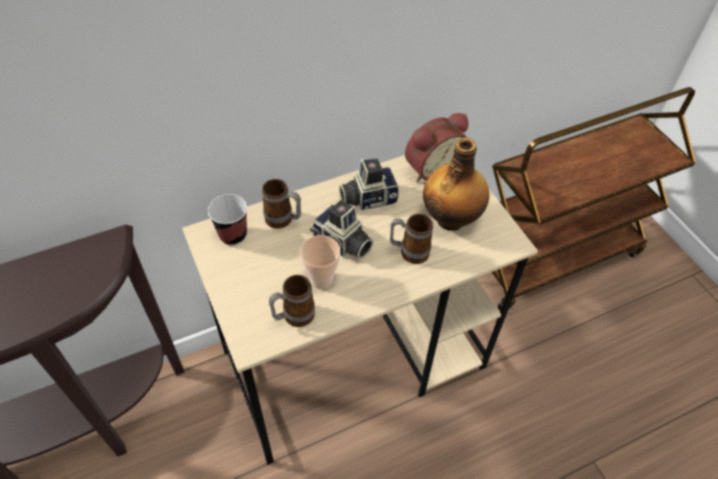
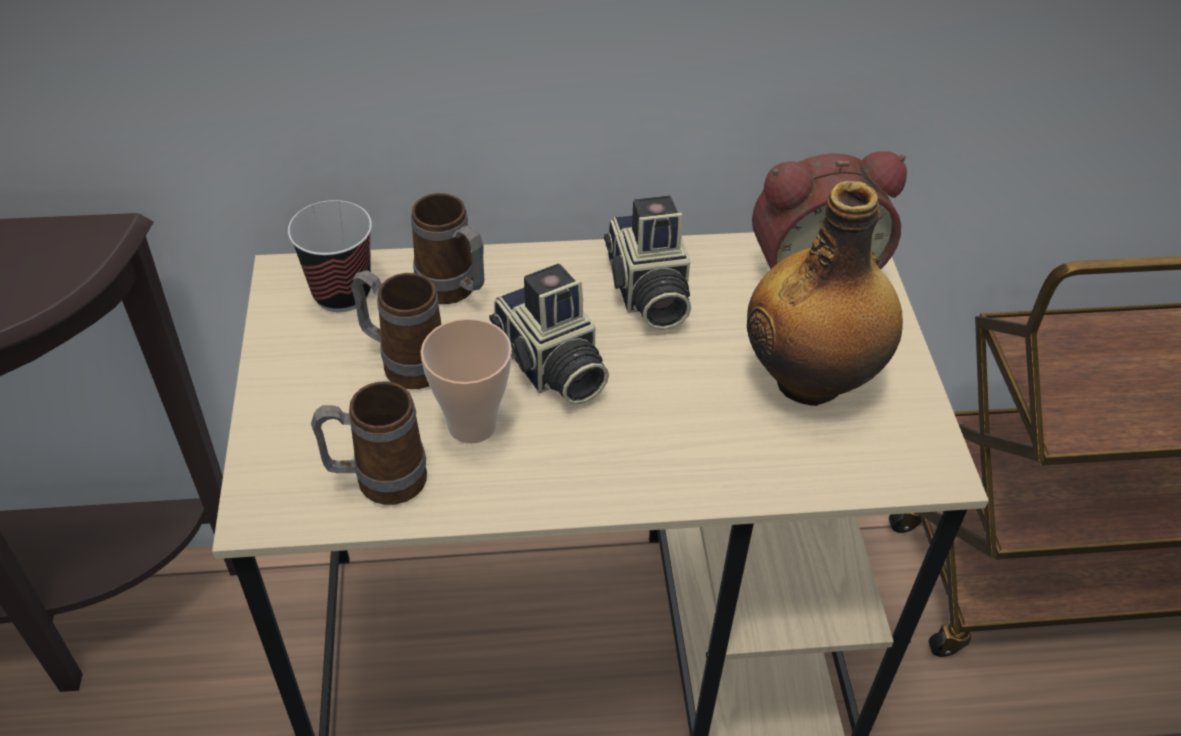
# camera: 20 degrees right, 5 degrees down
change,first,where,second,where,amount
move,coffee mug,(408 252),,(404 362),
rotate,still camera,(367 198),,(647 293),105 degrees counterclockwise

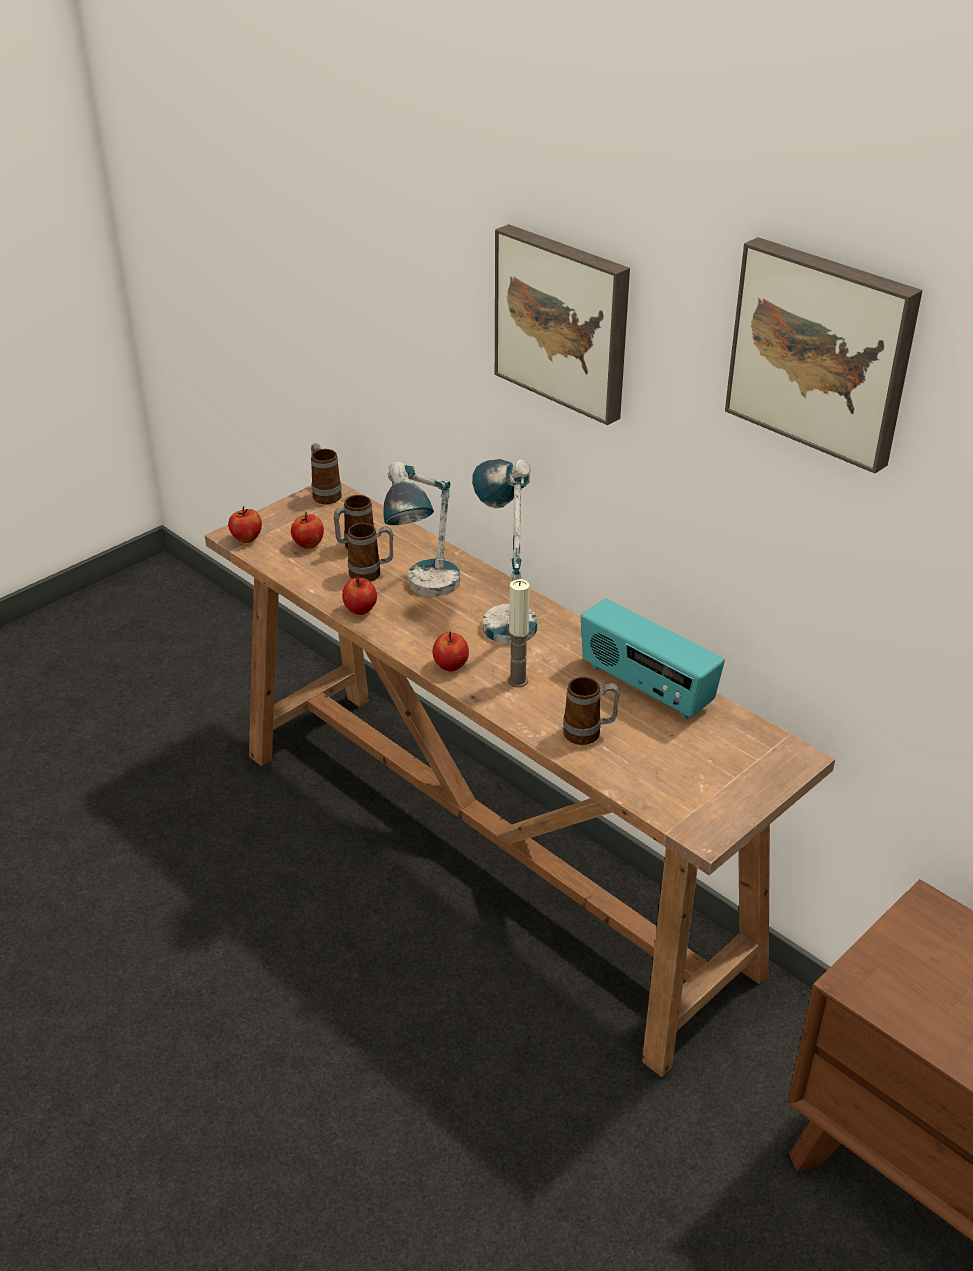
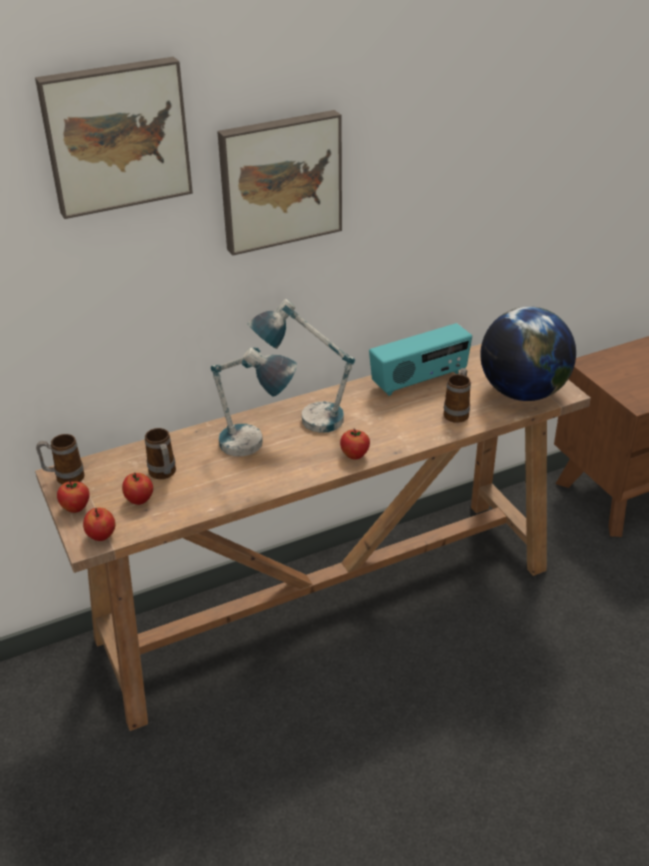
# camera: 70 degrees left, 0 degrees up
change,first,where,second,where,amount
move,wall picture,(823 351),,(116 136),
move,apple fruit,(360 610),,(76 508),
insert,,,desk globe,(523 392),
delete,coffee mug,(371 574),,,
delete,wax candle,(518 680),,,

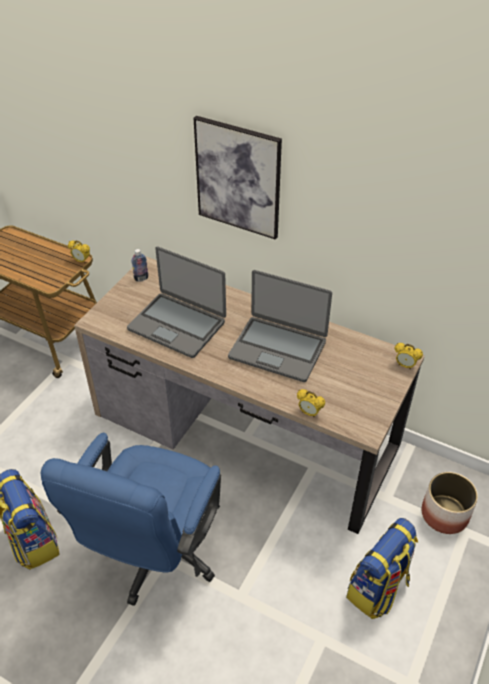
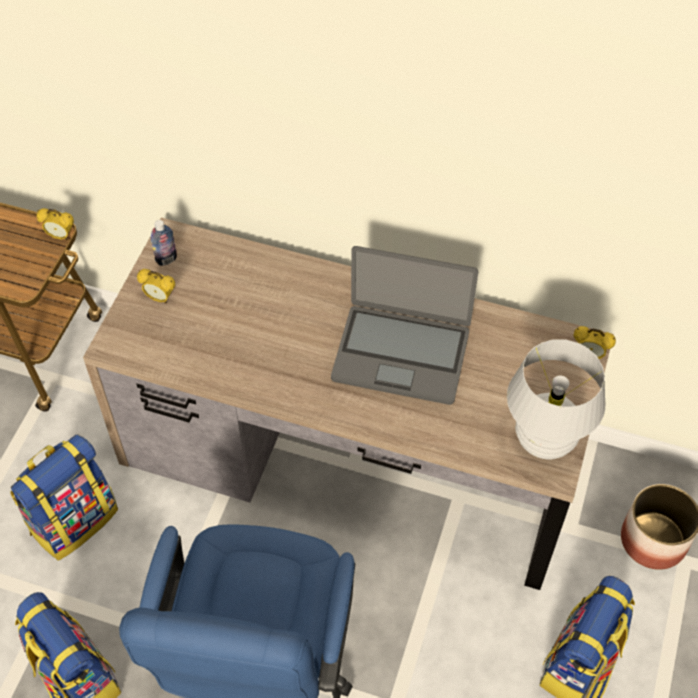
# camera: 10 degrees left, 10 degrees up
change,first,where,second,where,amount
insert,,,backpack,(74 520),
move,table clock,(309 413),,(160 298),
insert,,,tabletop lamp/white,(544 440),
delete,portable computer,(177 325),,,
delete,wall picture,(238 178),,,

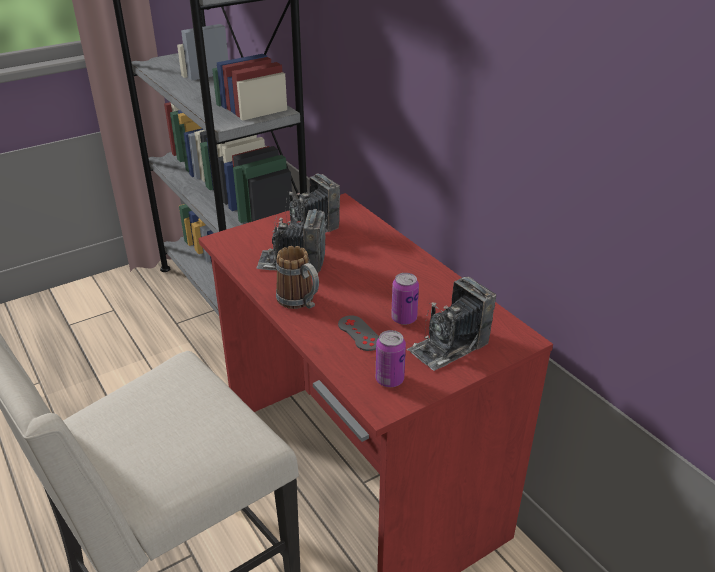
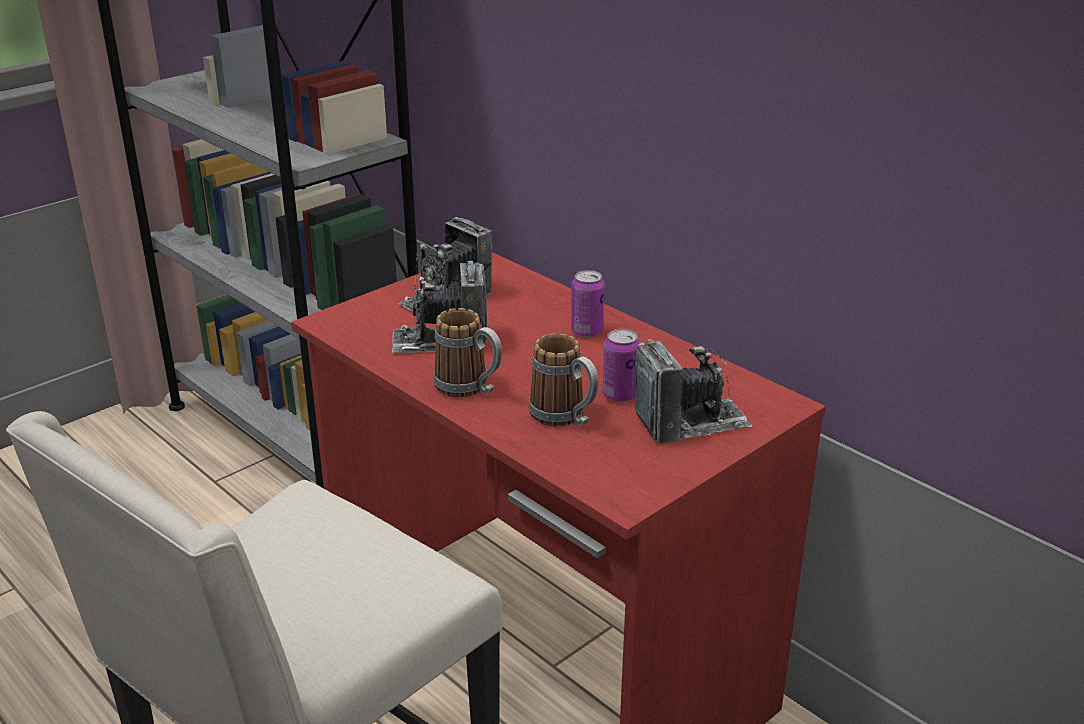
# camera: 10 degrees left, 5 degrees down
change,first,where,second,where,amount
replace,game controller/gray,(359 333),coffee mug,(565 418),
move,sealed can,(389 380),,(587 331),
rotate,still camera,(449 346),,(691 421),150 degrees counterclockwise

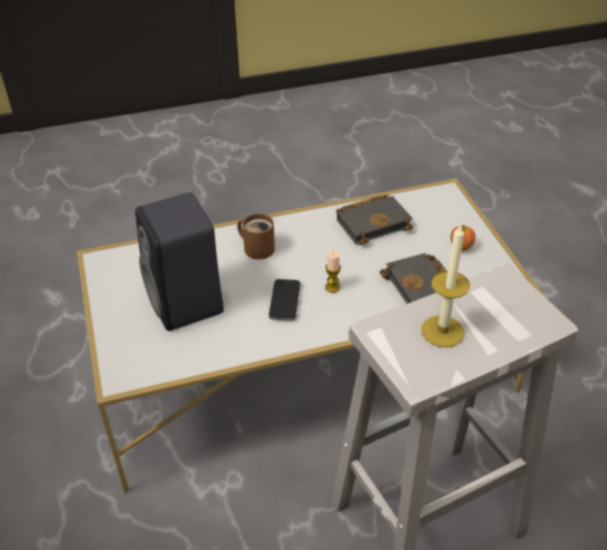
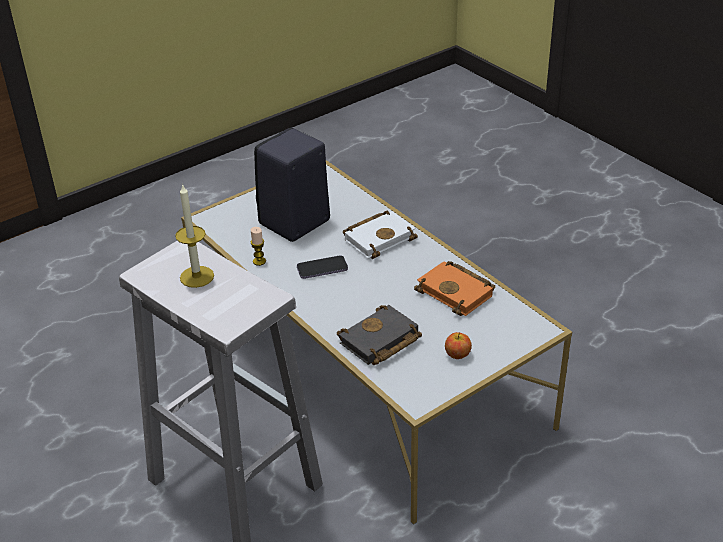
# camera: 70 degrees right, 5 degrees down
change,first,where,second,where,amount
move,wax candle,(332 287),,(259 261),
replace,coffee mug/brown-coloured,(257 247),bound book/white,(379 237),
recolor,bound book/blackish,(374 222),bound book/orange,(457 292),

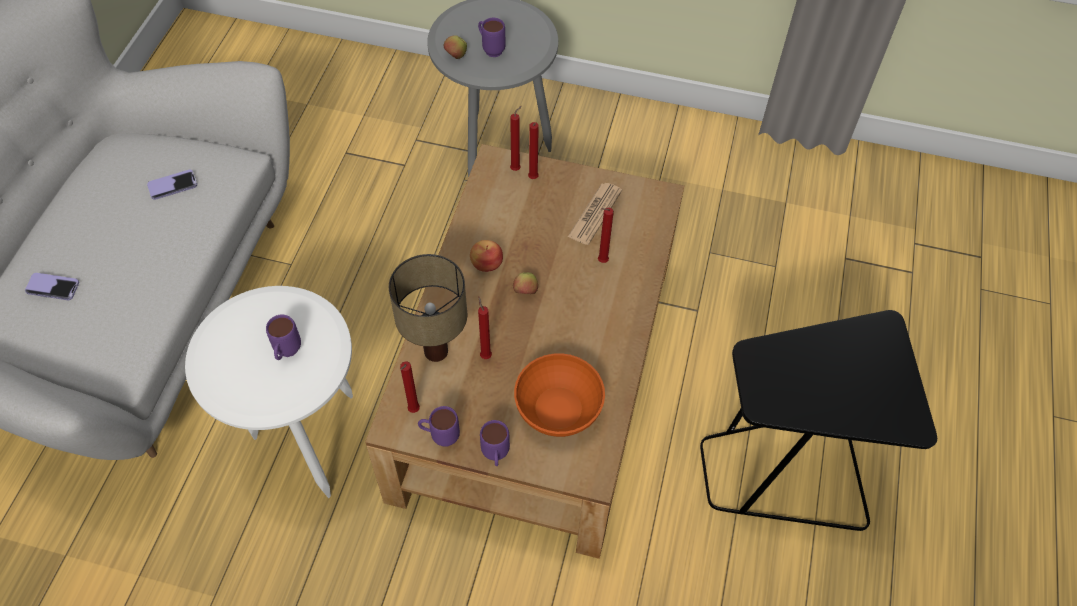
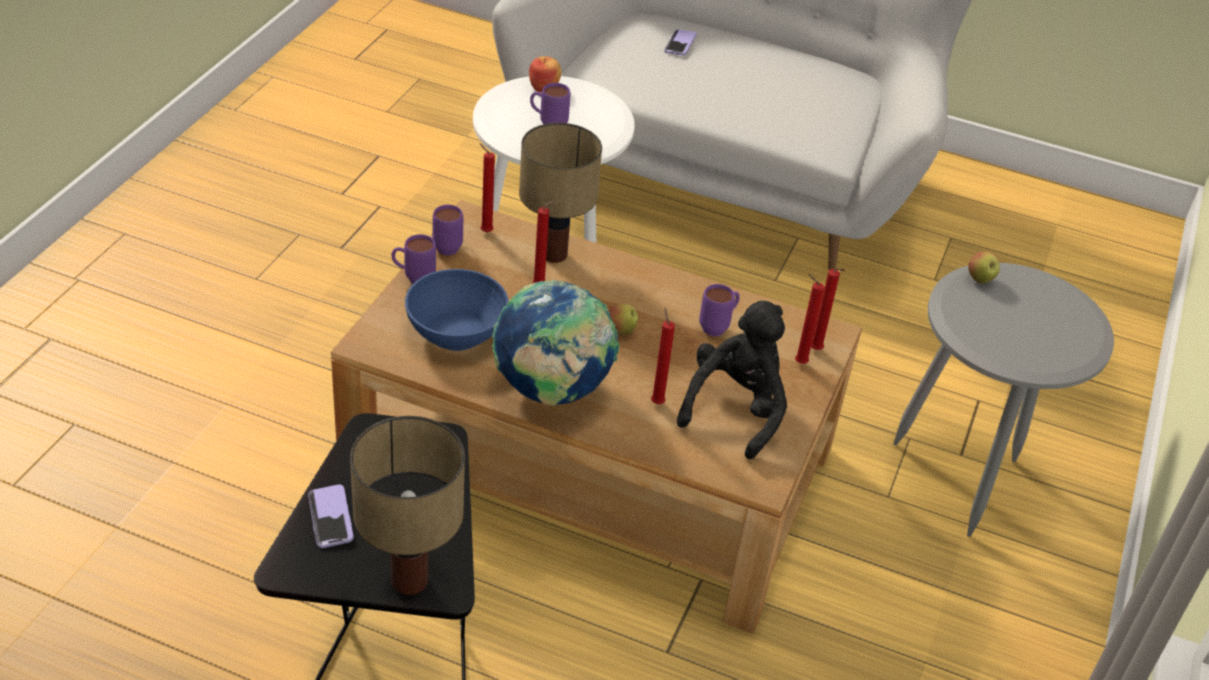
# camera: 95 degrees right, 15 degrees down
change,first,where,second,where,amount
move,handset,(173 185),,(330 518),
insert,,,tabletop lamp,(411 580),
recolor,bowl/orange,(557 409),bowl/blue,(455 331),
insert,,,desk globe,(551 391),
move,apple fruit,(486 263),,(544 87),
replace,daily paper,(595 214),plush toy/blackish,(735 410),
move,coffee mug/purplish,(490 49),,(718 327),

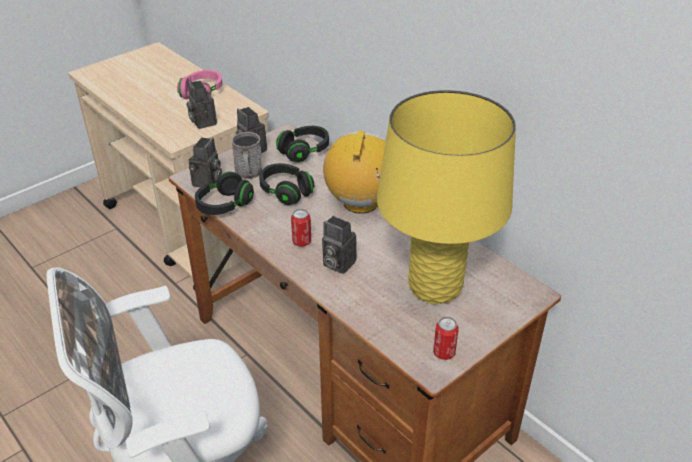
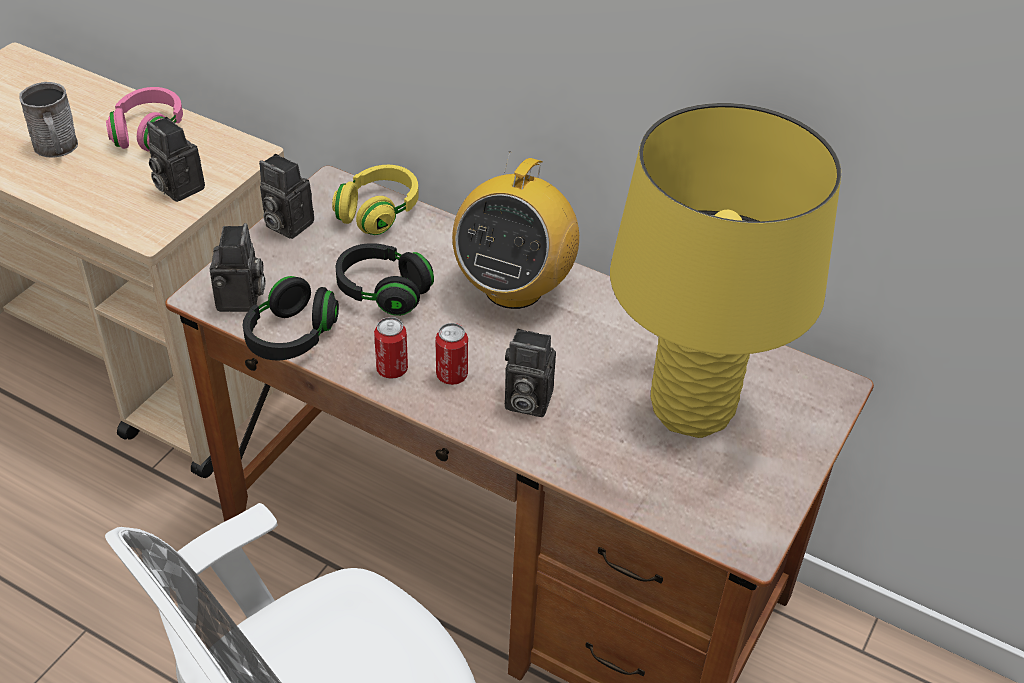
# camera: 20 degrees left, 5 degrees up
change,first,where,second,where,amount
move,coffee mug/gray,(249 173),,(57 148),
recolor,pair of headphones/blackish,(304 152),pair of headphones/yellowish,(378 212),
move,sealed can,(444 353),,(392 369),
rotate,radio set,(361 203),,(513 288),150 degrees counterclockwise

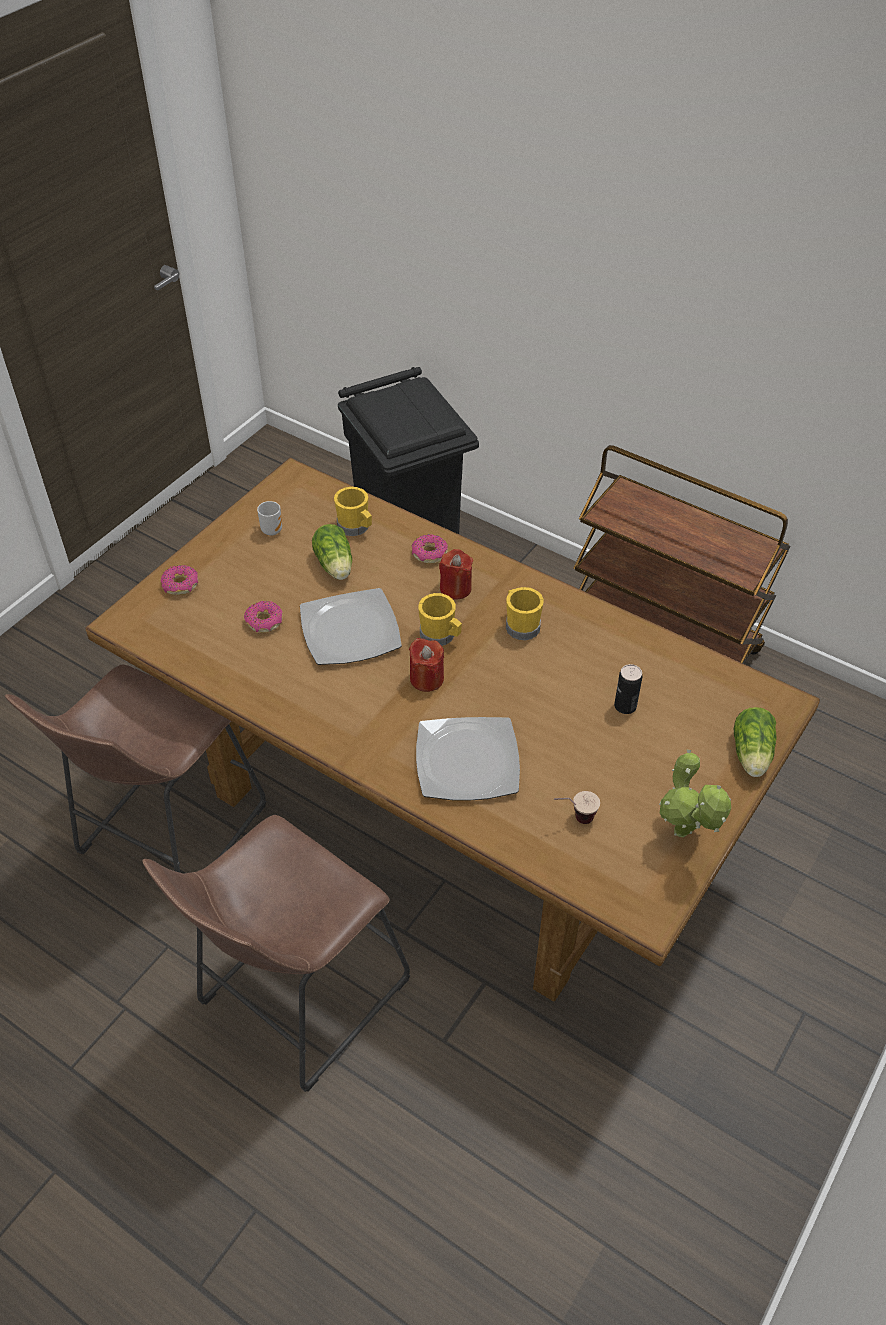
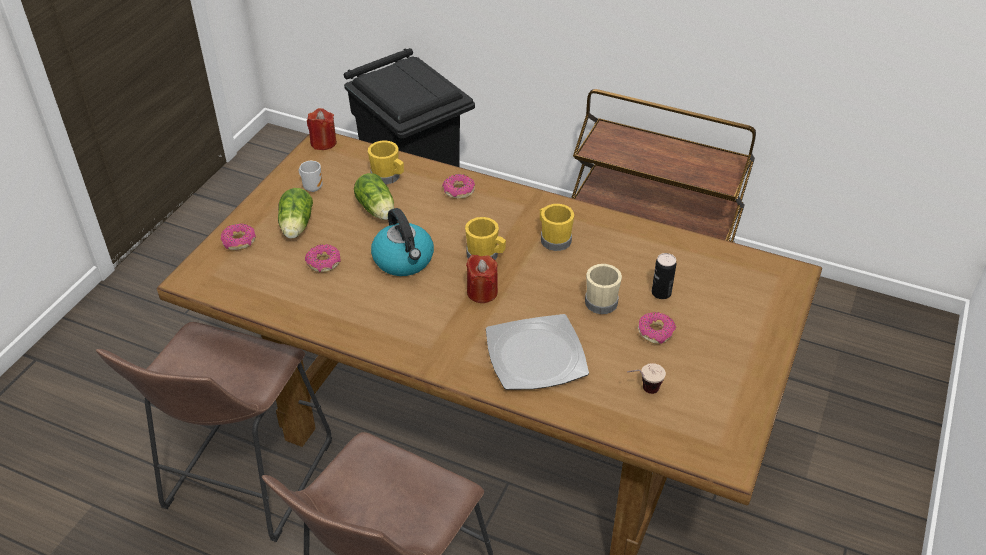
# camera: 10 degrees left, 5 degrees down
change,first,where,second,where,amount
move,lettuce head,(751 755),,(296 227),
move,wax candle/red,(455 588),,(323 142),
replace,dinner plate,(351 630),tea kettle,(404 260),
insert,,,coffee mug/sand-coloured,(603 300),
insert,,,ring doughnut,(656 332),
delete,plant in a pot,(684 836),,,

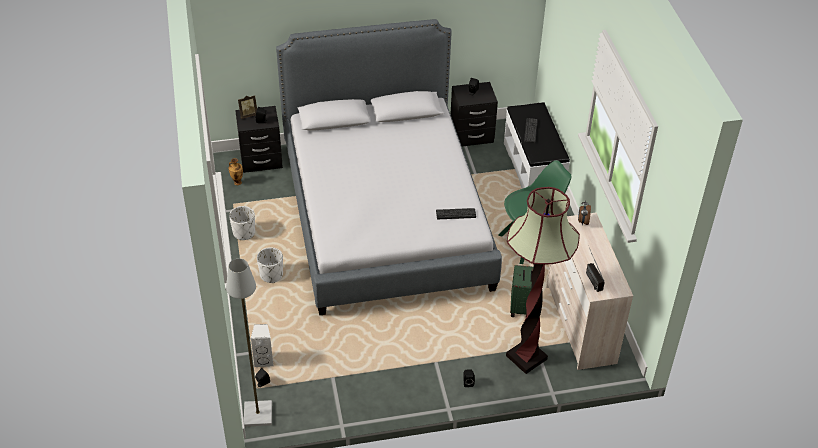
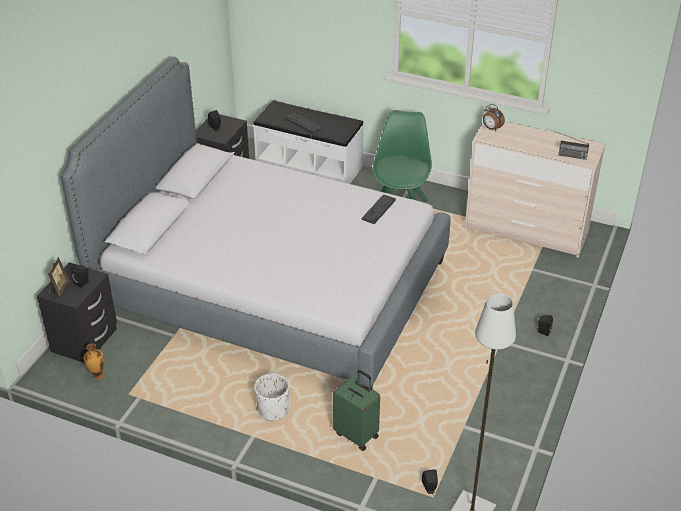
# camera: 55 degrees left, 5 degrees down
change,first,where,second,where,amount
move,travel case/green,(521 308),,(357 434),
delete,planter/white,(244 233),,,
delete,speaker/white,(264 360),,,
delete,standing lamp,(526 357),,,

